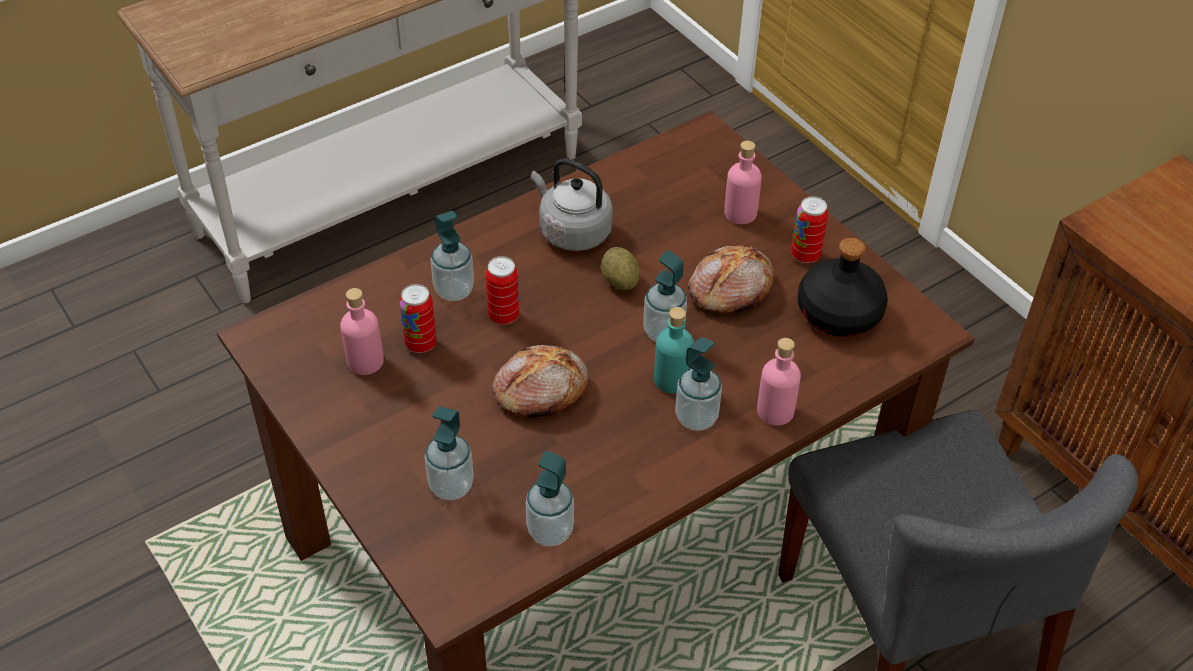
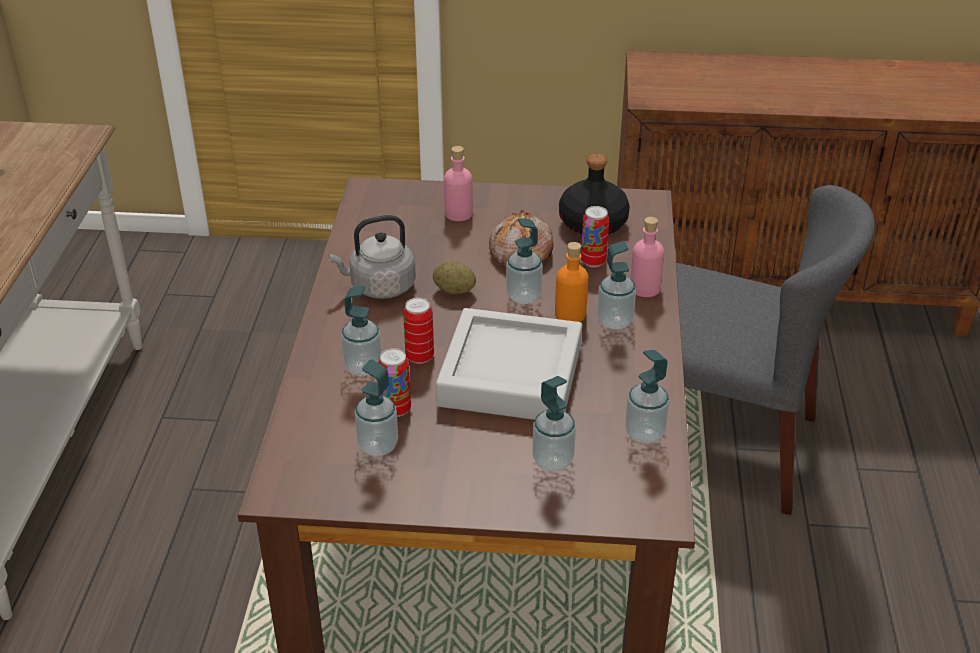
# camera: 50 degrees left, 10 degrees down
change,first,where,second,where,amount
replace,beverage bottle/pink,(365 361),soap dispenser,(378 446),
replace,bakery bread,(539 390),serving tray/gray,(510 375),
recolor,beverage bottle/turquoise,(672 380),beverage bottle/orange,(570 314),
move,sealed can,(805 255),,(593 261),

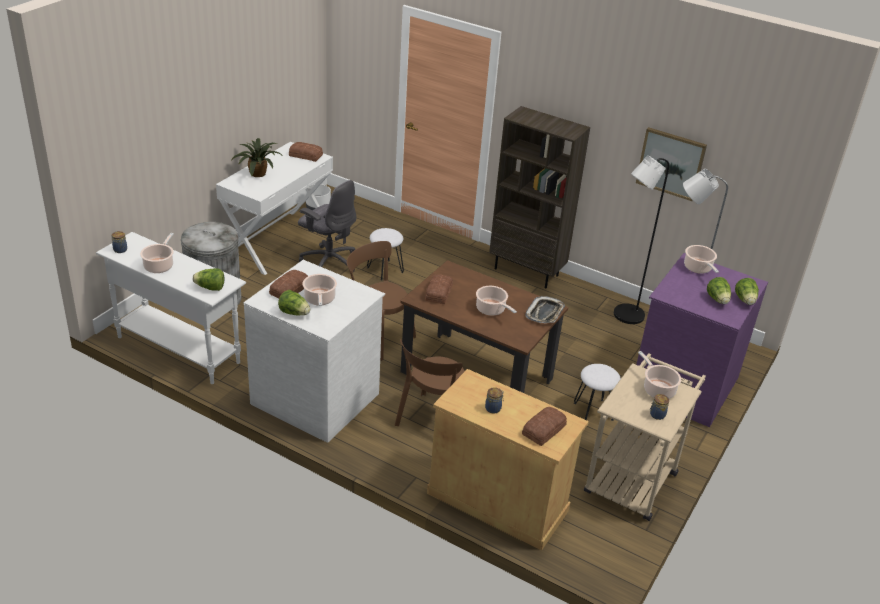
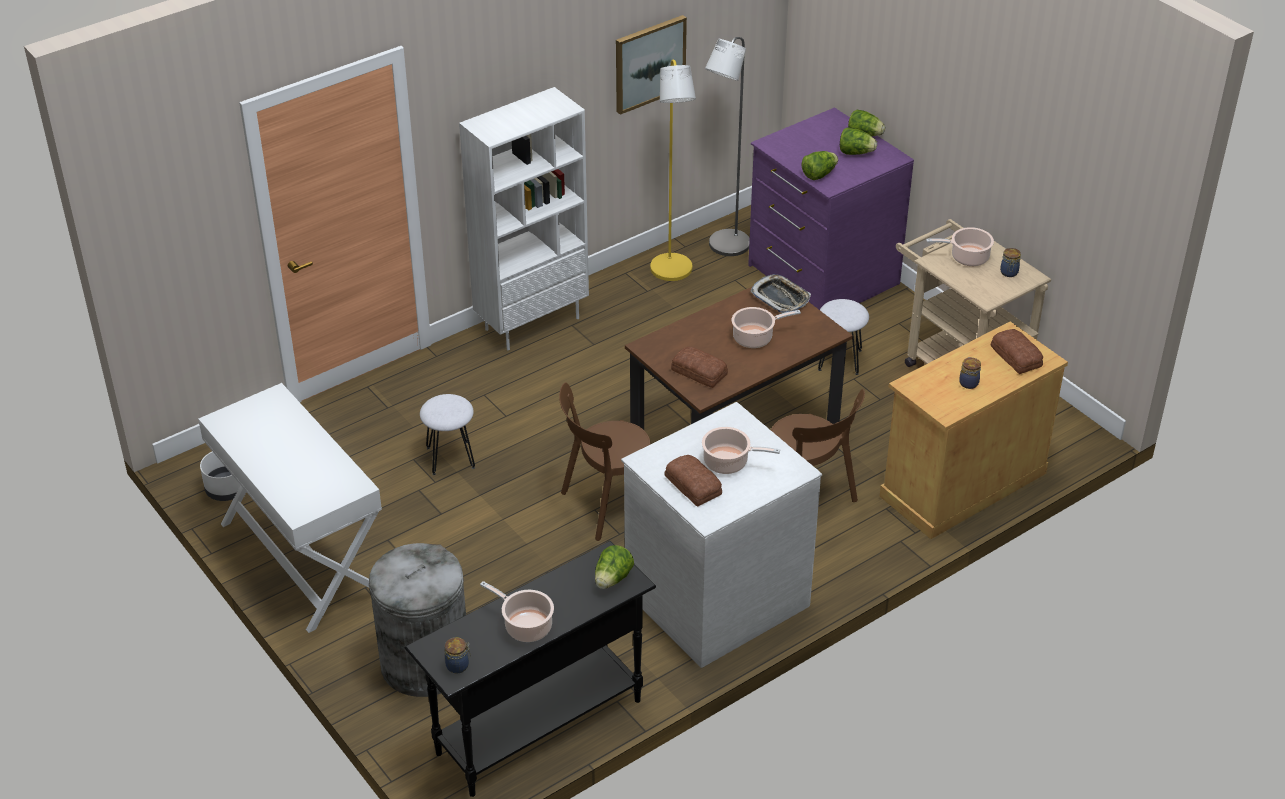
# camera: 65 degrees left, 5 degrees up
change,first,where,second,where,amount
recolor,hall table/white,(178 349),hall table/blackish,(538 727),
recolor,shelving unit/brown-coloured,(527 272),shelving unit/white,(532 323),
recolor,standing lamp/blackish,(624 316),standing lamp/yellowish,(672 273),
move,lettuce head,(294 313),,(819 174),
delete,plant in a pot,(258 174),,,
delete,bakery bread,(305 155),,,
delete,office chair/gray,(329 261),,,
delete,stockpot,(698 268),,,

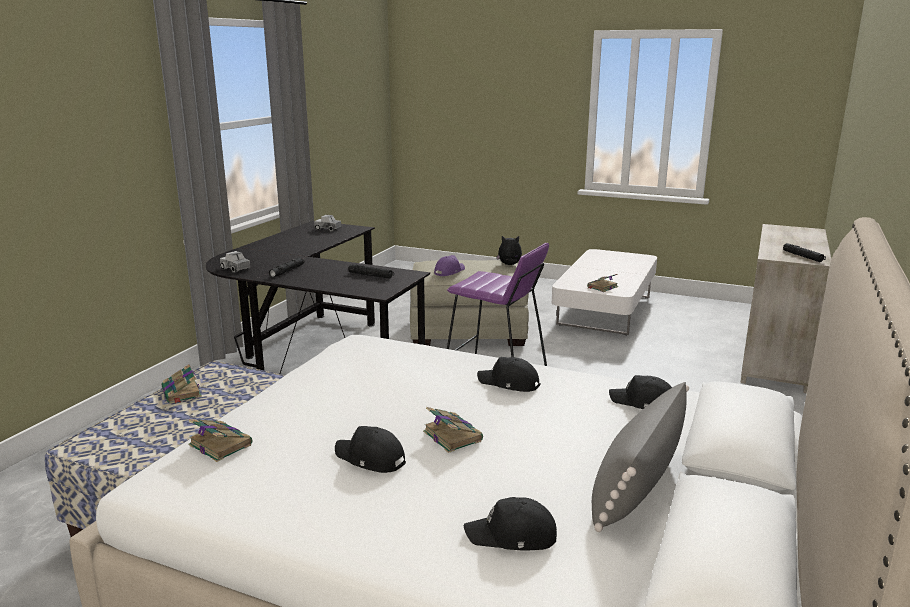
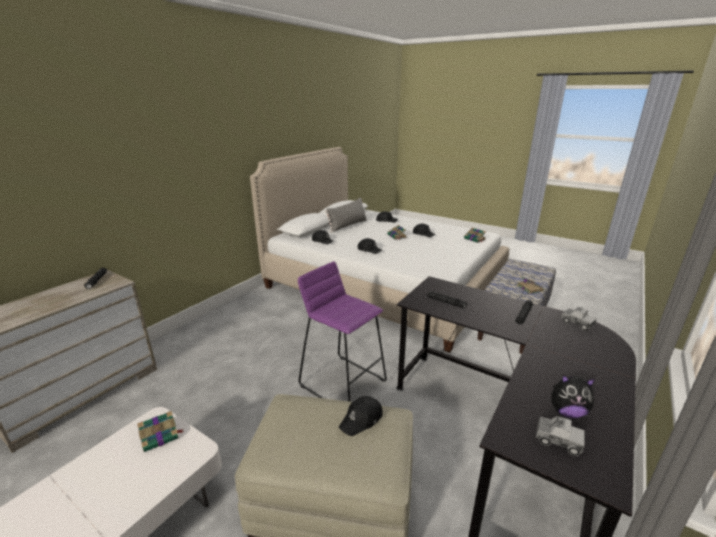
# camera: 170 degrees left, 5 degrees up
change,first,where,second,where,amount
recolor,baseball cap/purplish,(449 271),baseball cap/blackish,(362 420),
move,plush toy,(509 265),,(567 412),

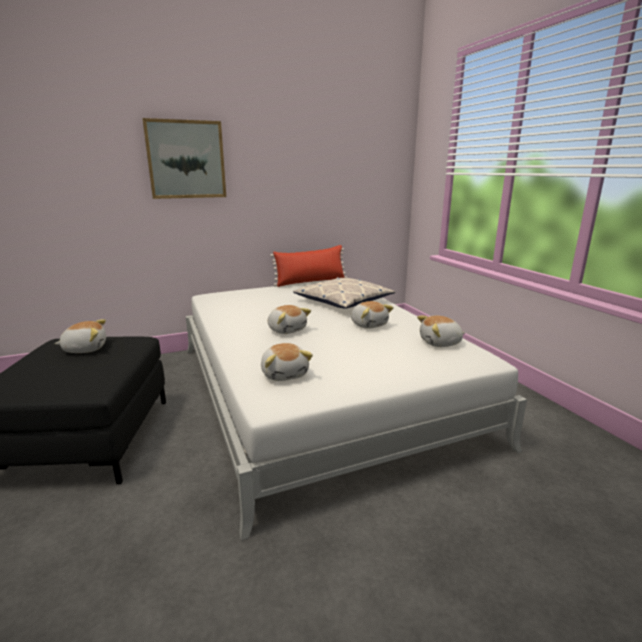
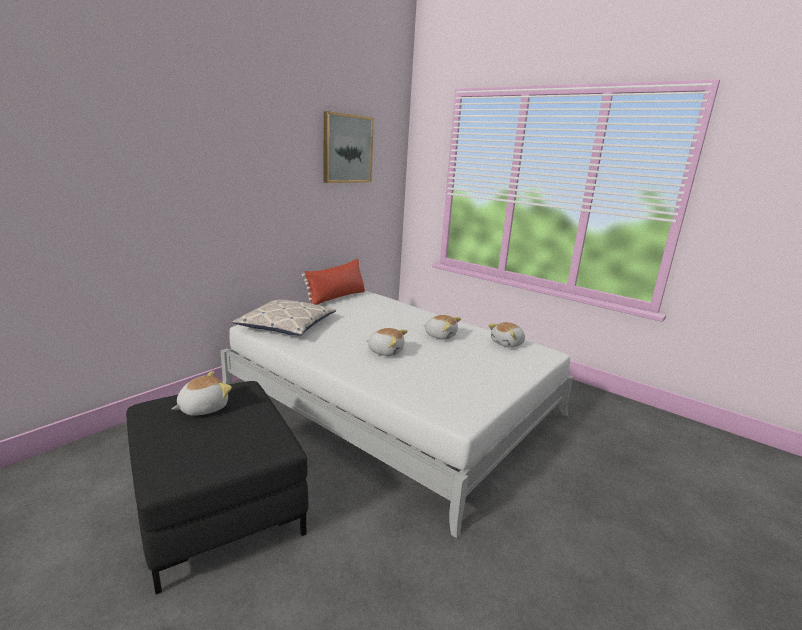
# camera: 30 degrees left, 0 degrees up
change,first,where,second,where,amount
move,cushion,(343 301),,(287 325),
move,wall picture,(186 160),,(347 149),
delete,plush toy,(285 374),,,

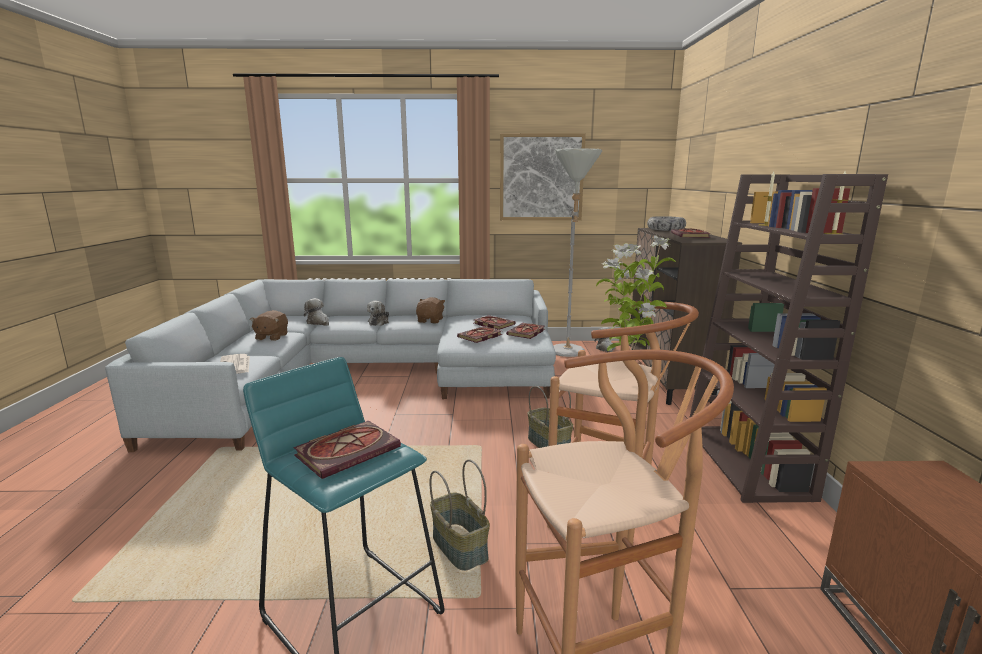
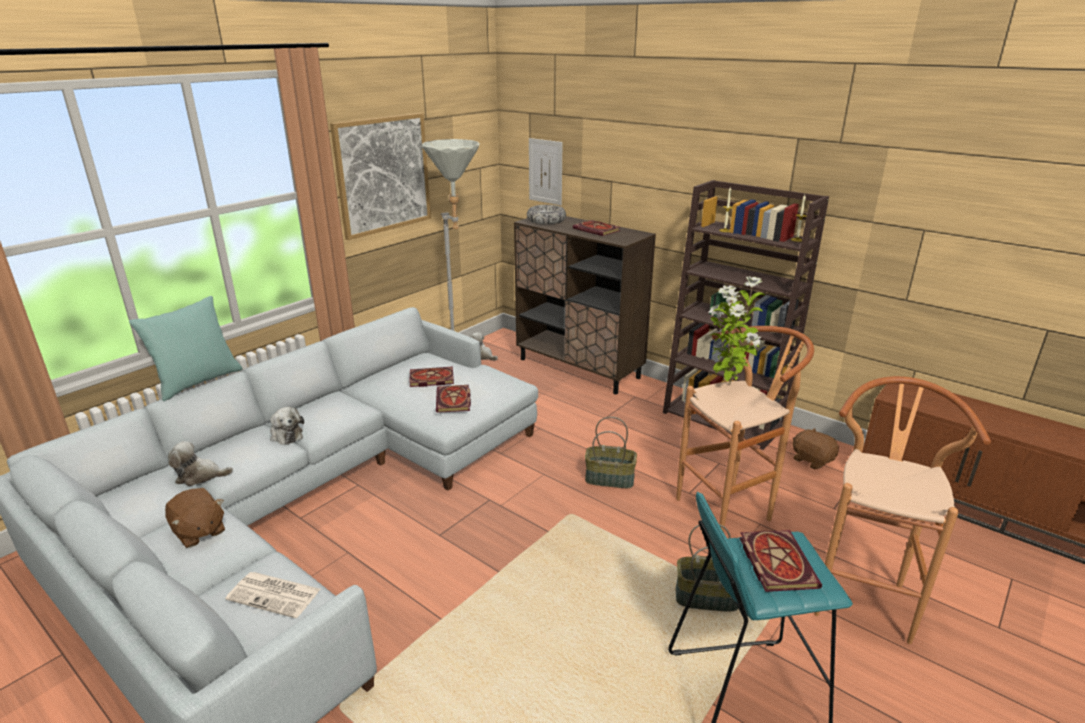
# camera: 50 degrees left, 10 degrees up
change,first,where,second,where,amount
insert,,,cushion/turquoise,(198 382),
insert,,,wall picture,(545 171),
move,plush toy/brown-coloured,(430 320),,(812 460),
delete,bound book,(526 333),,,

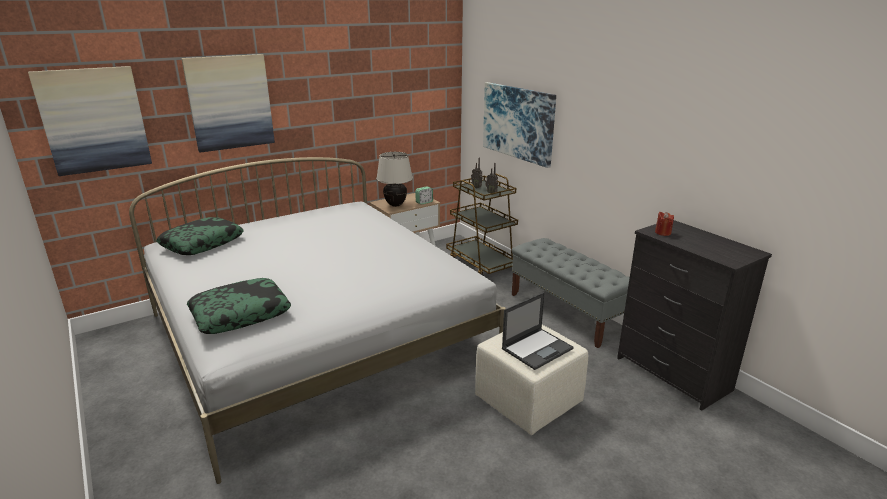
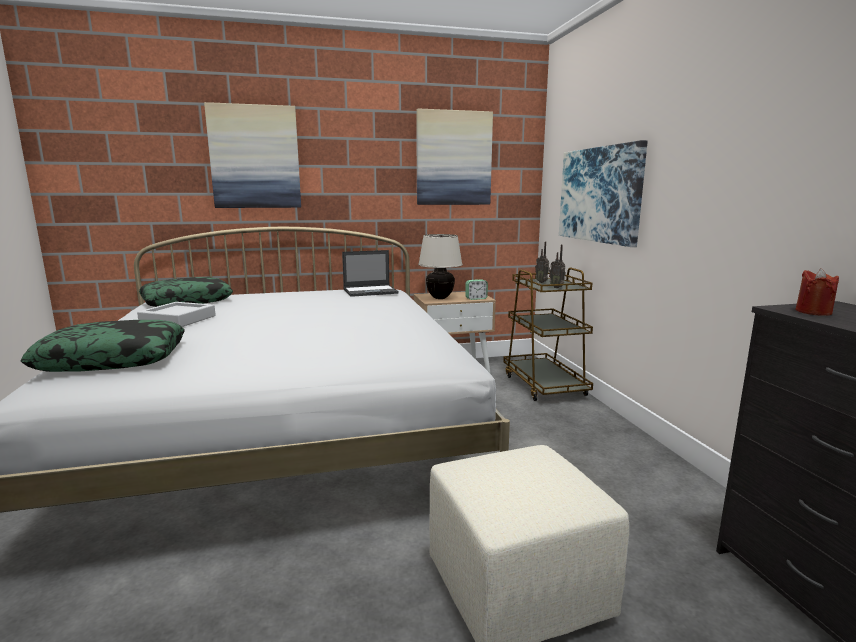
# camera: 20 degrees right, 10 degrees down
change,first,where,second,where,amount
insert,,,serving tray/gray,(178 320),
move,portable computer,(537 348),,(371 291),
move,wall picture,(94 120),,(453 158),
delete,bench/gray,(567 313),,,

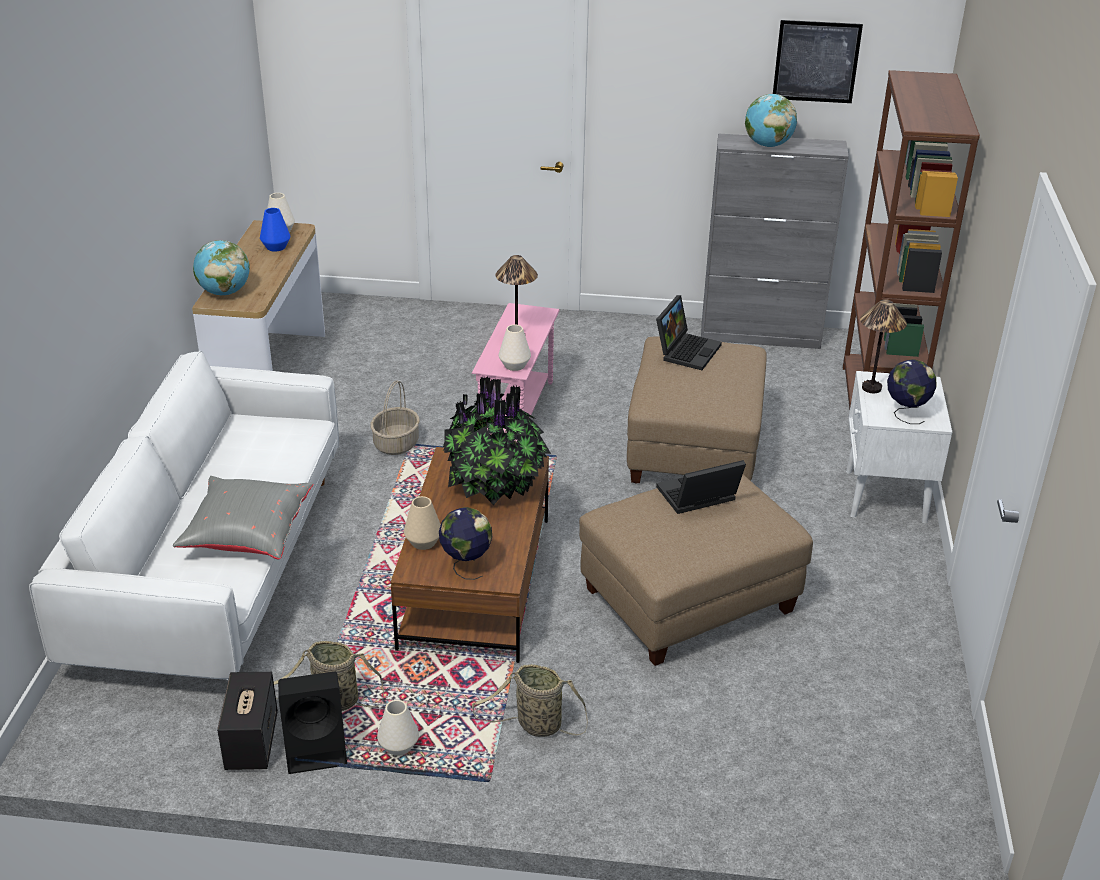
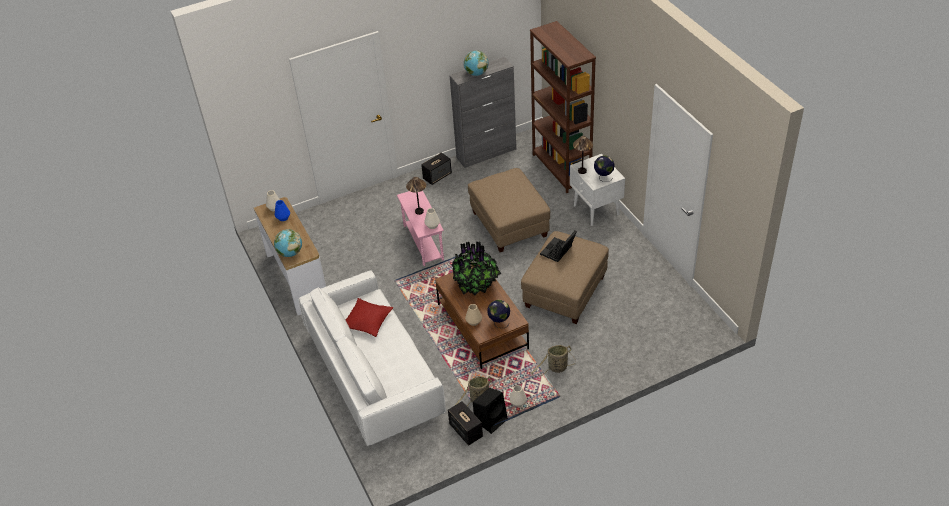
# camera: 30 degrees left, 10 degrees up
change,first,where,second,where,amount
insert,,,cushion/red,(367 321),
insert,,,speaker,(437 176),
delete,cushion/gray,(247 534),,,
delete,basket,(396 443),,,
delete,portable computer,(686 350),,,
delete,wall picture,(816 61),,,

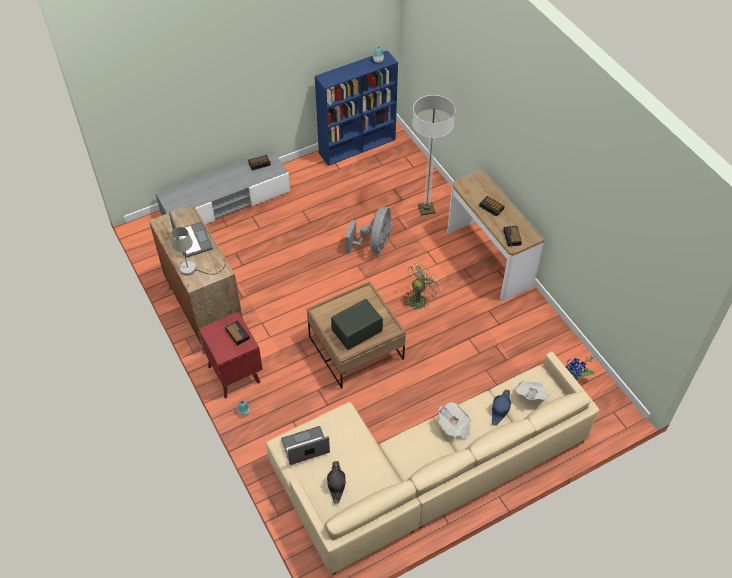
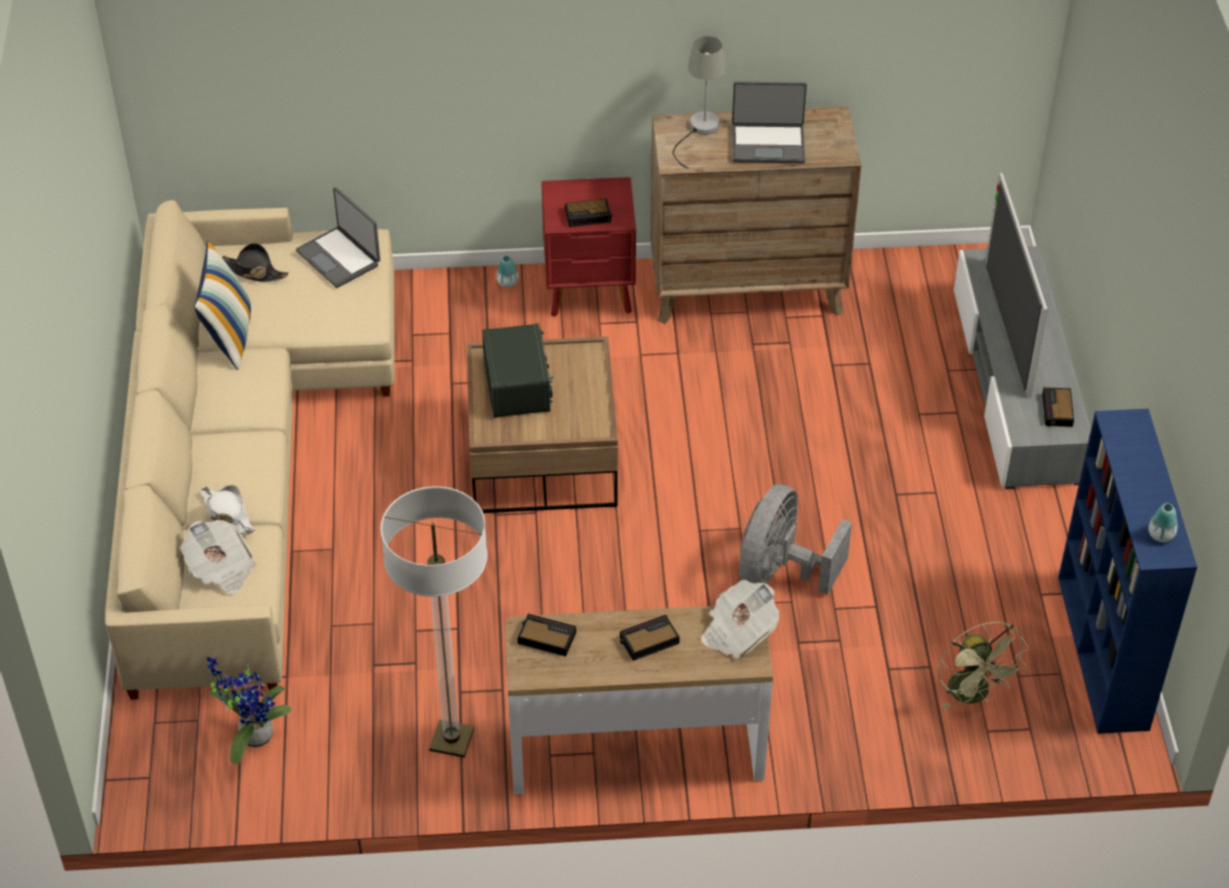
# camera: 115 degrees right, 5 degrees down
change,first,where,second,where,amount
insert,,,cushion,(229 336),
recolor,clothing hat/blue,(500 409),clothing hat/white,(227 514),
rotate,portable computer,(305 447),,(339 258),135 degrees clockwise
move,standing lamp,(426 209),,(451 740),
move,daily paper,(454 426),,(738 632),
rotate,cooling fan/gray,(373 245),,(780 572),75 degrees clockwise
move,cooling fan/green,(419 299),,(974 695),
insert,,,TV,(1006 327),

